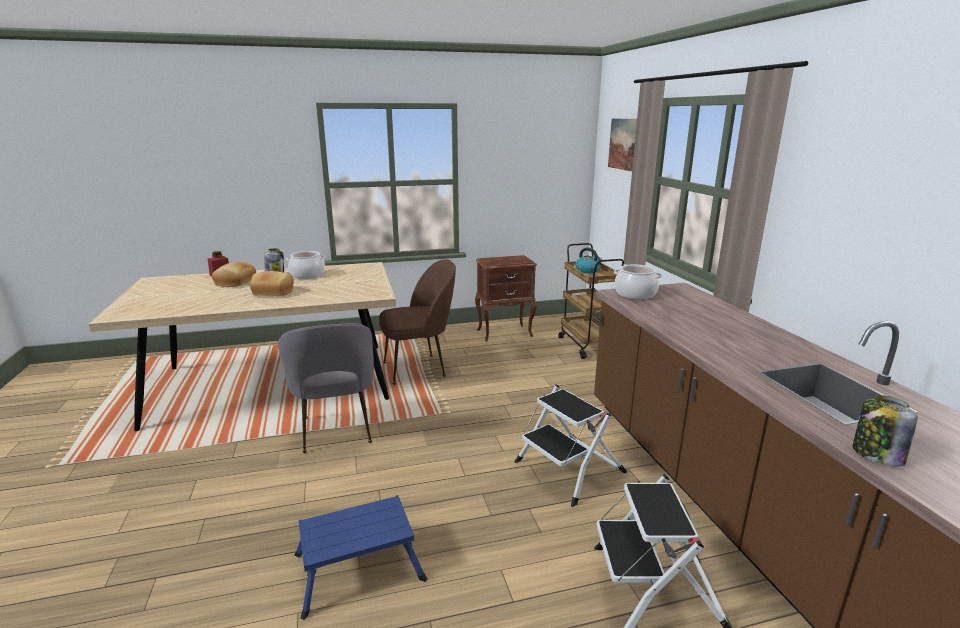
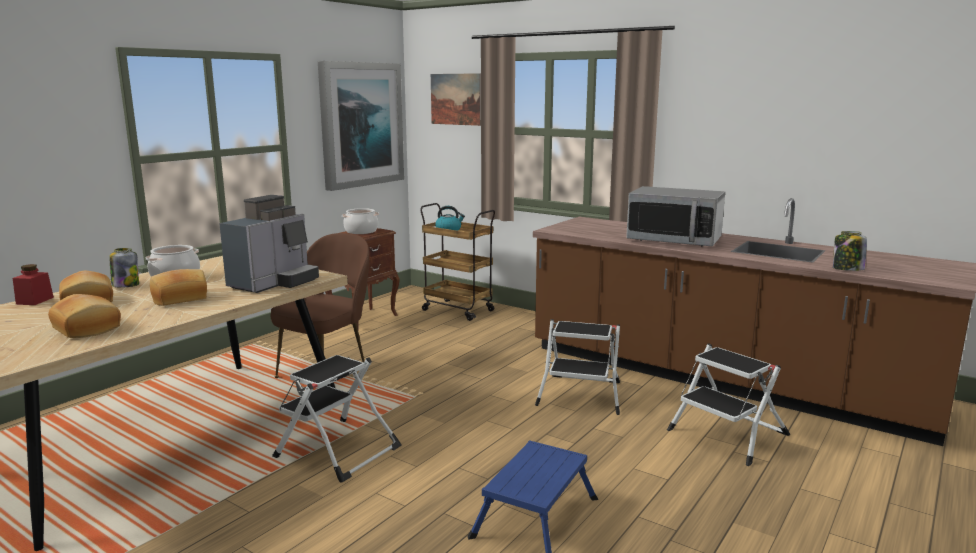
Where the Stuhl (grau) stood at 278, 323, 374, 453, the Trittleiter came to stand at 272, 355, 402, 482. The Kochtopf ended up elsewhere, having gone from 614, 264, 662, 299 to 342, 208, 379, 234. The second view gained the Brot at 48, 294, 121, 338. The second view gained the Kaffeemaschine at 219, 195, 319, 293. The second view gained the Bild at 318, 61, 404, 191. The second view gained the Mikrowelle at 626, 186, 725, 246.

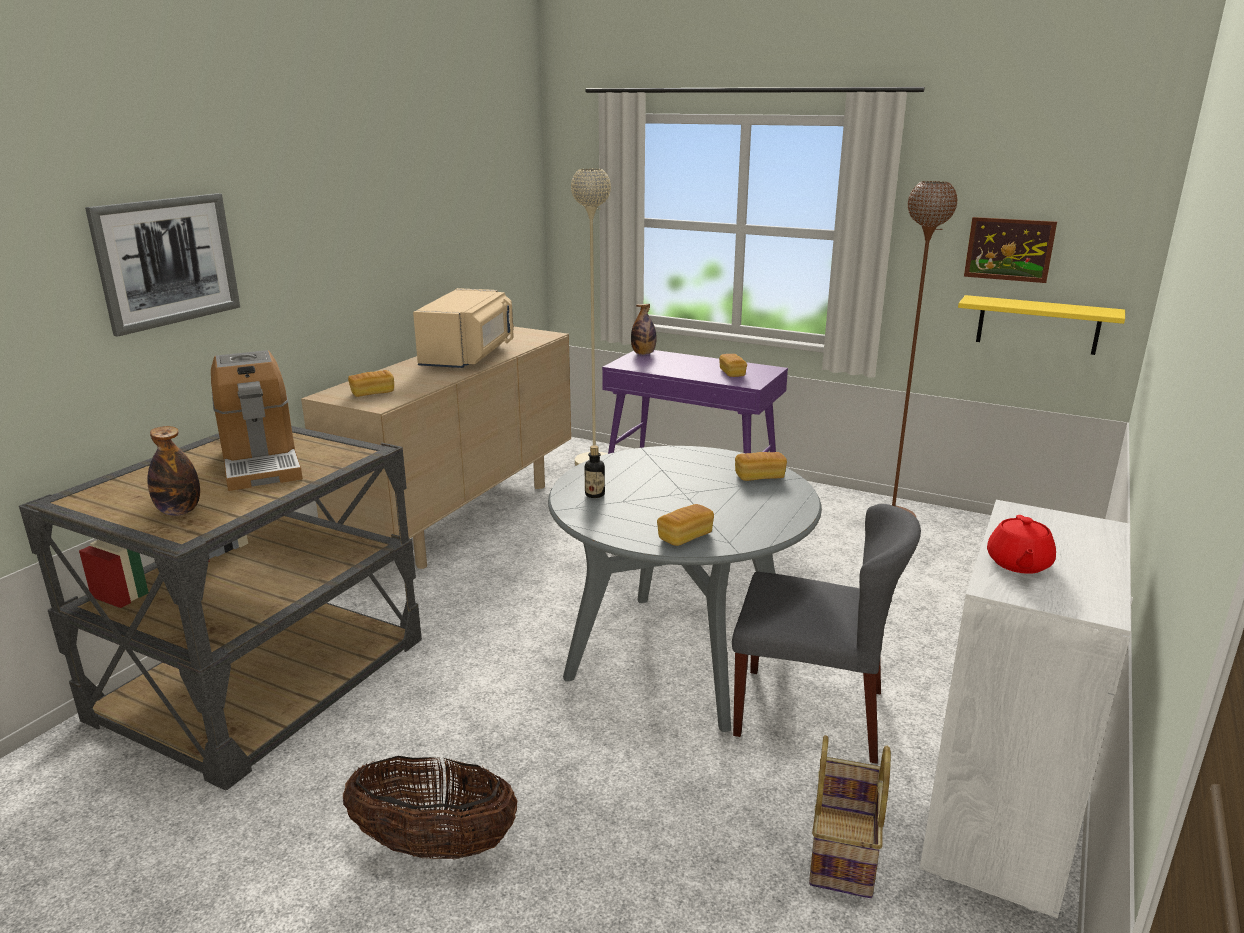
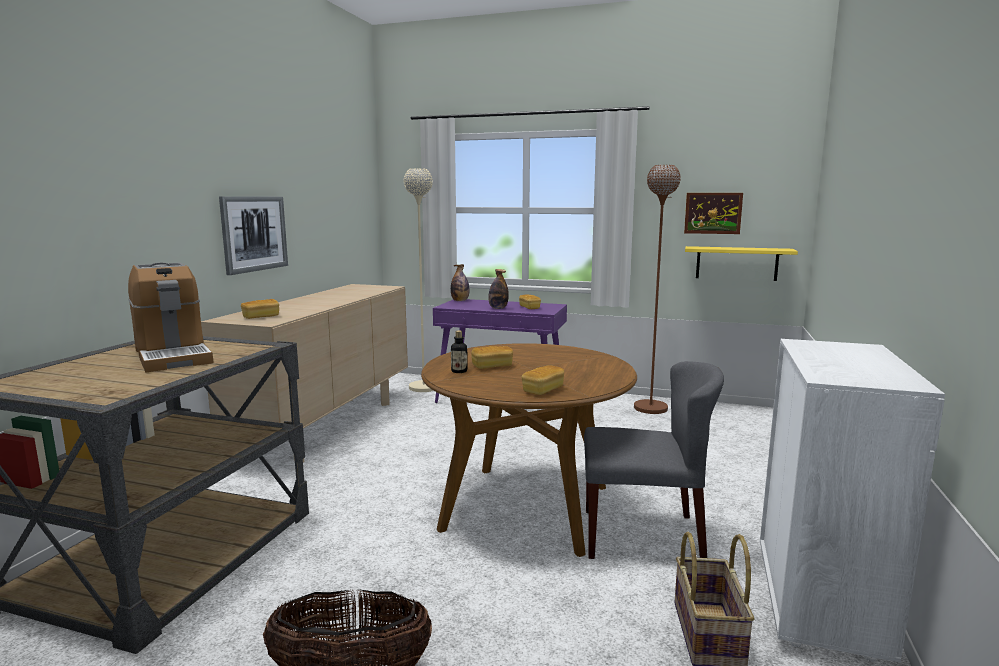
The Bild ended up elsewhere, having gone from 85, 193, 240, 337 to 219, 196, 288, 275. The Flasche ended up elsewhere, having gone from 147, 426, 200, 516 to 488, 269, 509, 309. The second view lost the Mikrowelle (beige) at 413, 288, 514, 368. What was the Esstisch (grau) at 548, 446, 822, 732 turned into the Esstisch (braun) at 421, 343, 637, 557. The Brot ended up elsewhere, having gone from 735, 452, 787, 481 to 471, 346, 513, 369. The second view lost the Teekanne (rot) at 987, 515, 1056, 574.

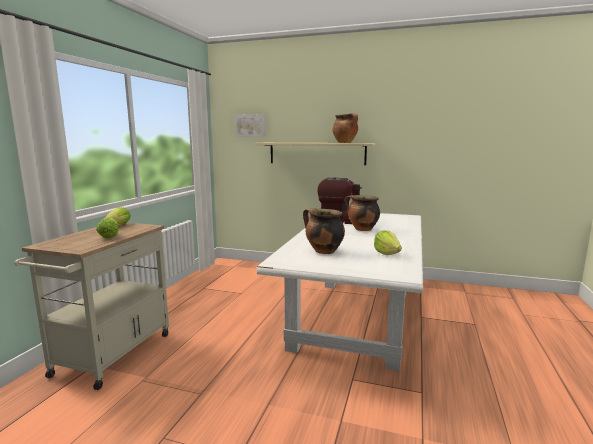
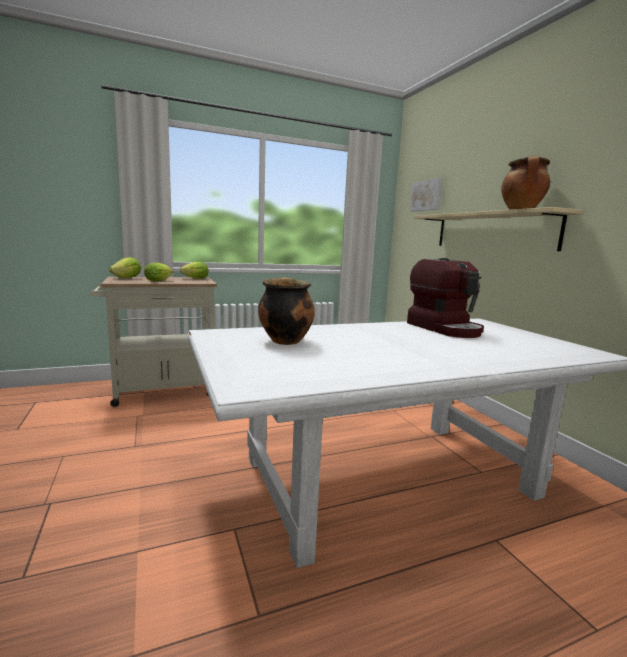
The second view lost the Kochtopf at 345, 195, 380, 231. The Salatkopf ended up elsewhere, having gone from 374, 230, 402, 255 to 109, 257, 141, 278.

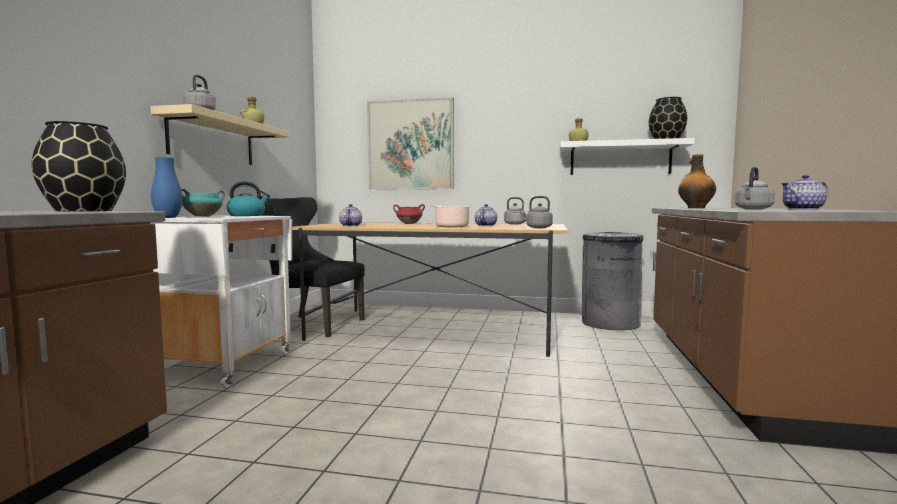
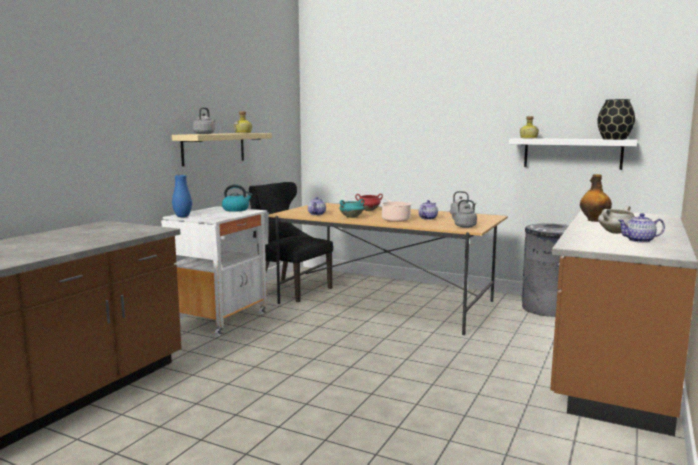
The second view lost the Vase (schwarz) at 32, 121, 126, 211. The Kochtopf (türkis) ended up elsewhere, having gone from 181, 189, 225, 217 to 340, 199, 364, 218. The second view lost the Bild at 367, 97, 454, 190. Where the Wasserkessel (grau) stood at 735, 167, 775, 209, the Kochtopf (weiß) came to stand at 598, 206, 635, 234.

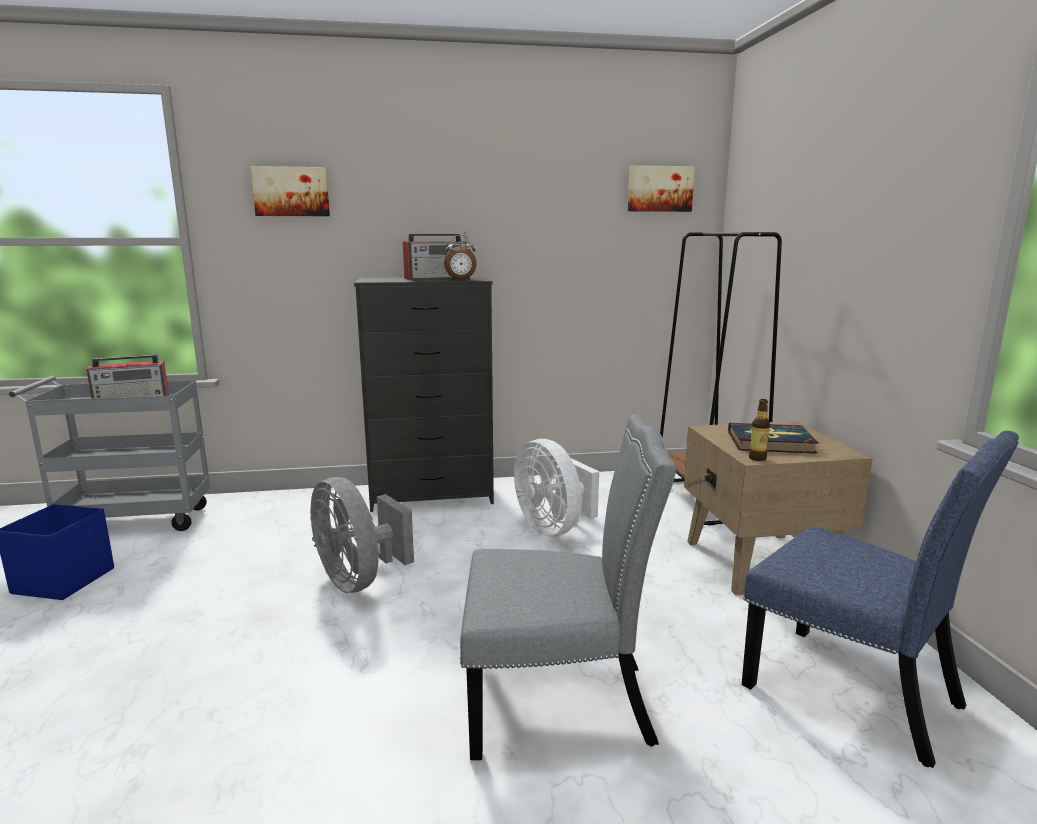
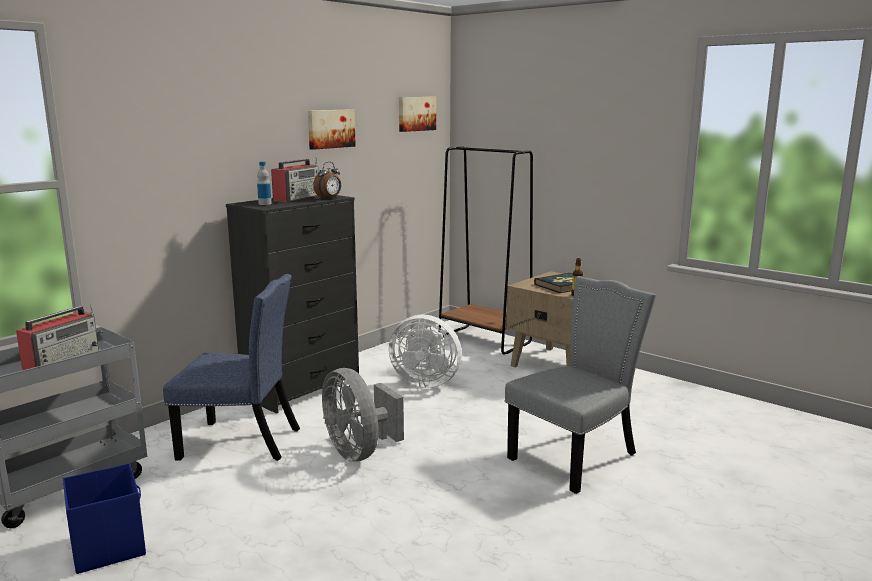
The Bild ended up elsewhere, having gone from 250, 166, 330, 216 to 308, 110, 356, 150. The Ventilator (grau) at 310, 477, 414, 593 ended up facing another way, 45 degrees clockwise from before. The Stuhl (blau) ended up elsewhere, having gone from 742, 431, 1019, 768 to 163, 274, 300, 461. The second view gained the Flasche at 257, 161, 271, 205.

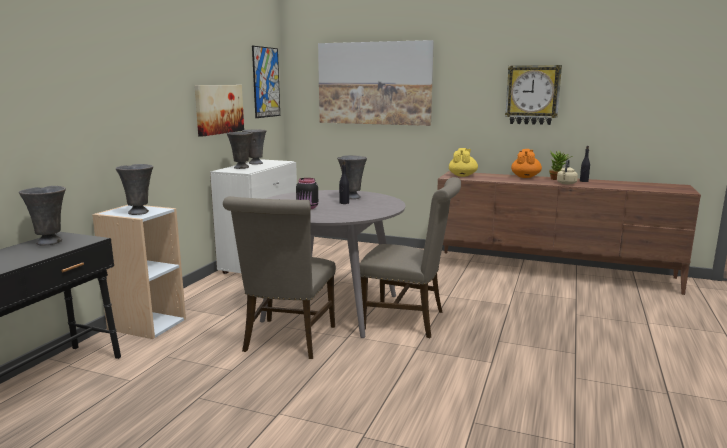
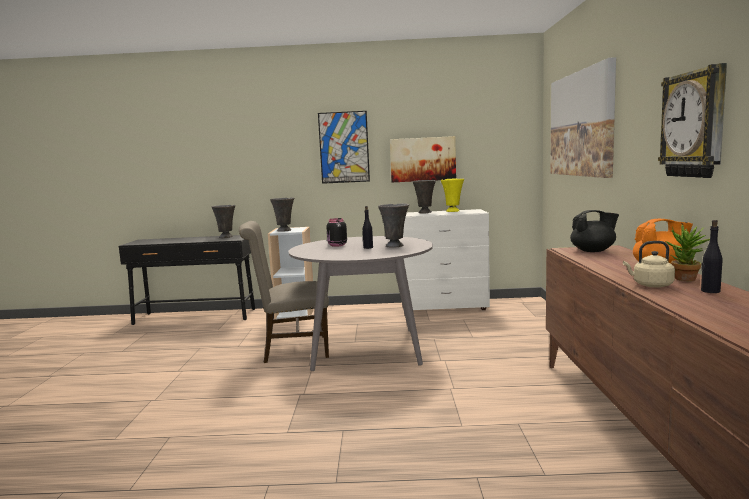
What was the Vase (grau) at 242, 130, 266, 165 turned into the Vase (gelb) at 441, 179, 464, 212. The Bild ended up elsewhere, having gone from 252, 46, 280, 118 to 318, 111, 370, 184. The second view lost the Stuhl (beige) at 360, 177, 461, 338. What was the Teekanne (gelb) at 449, 148, 478, 177 turned into the Teekanne (schwarz) at 570, 210, 619, 252.

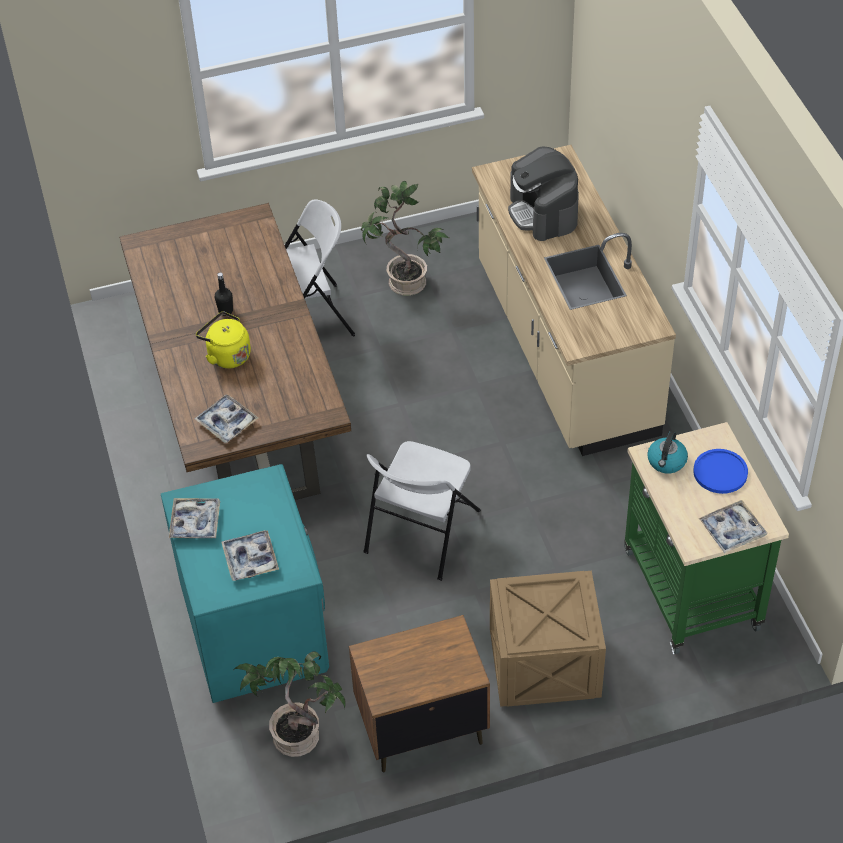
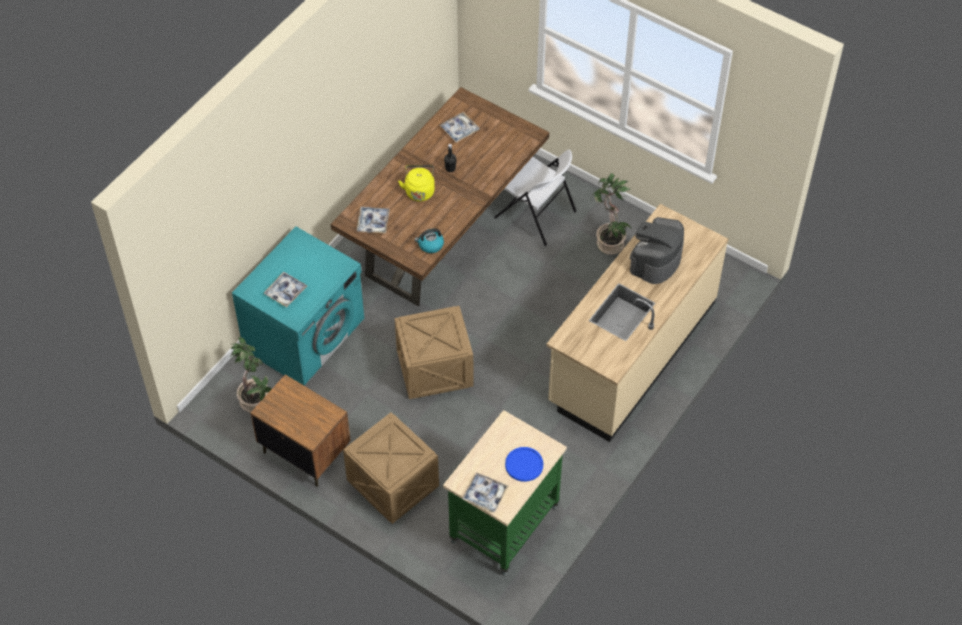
The Tablett ended up elsewhere, having gone from 169, 498, 220, 538 to 439, 112, 480, 143. Where the Stuhl (weiß) stood at 363, 441, 481, 581, the Kiste came to stand at 395, 306, 474, 399. The Wasserkessel ended up elsewhere, having gone from 647, 431, 688, 474 to 415, 229, 444, 253.

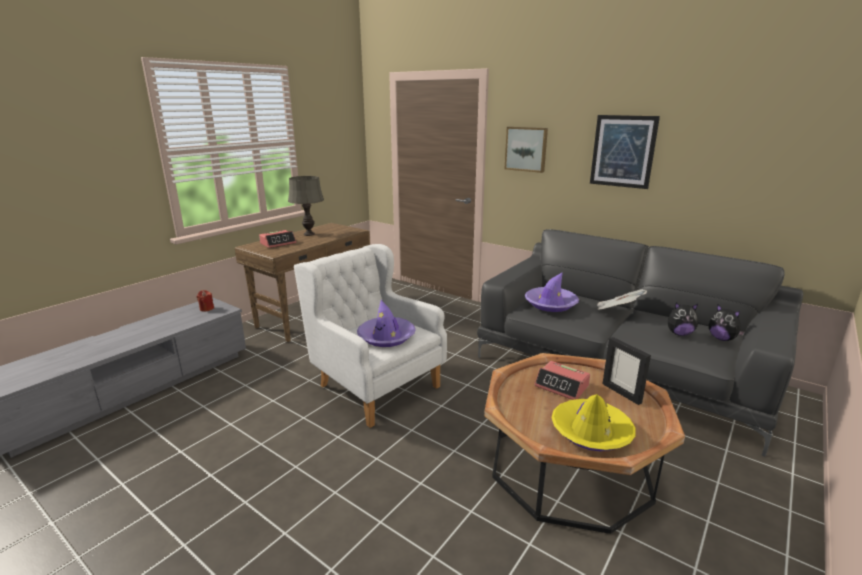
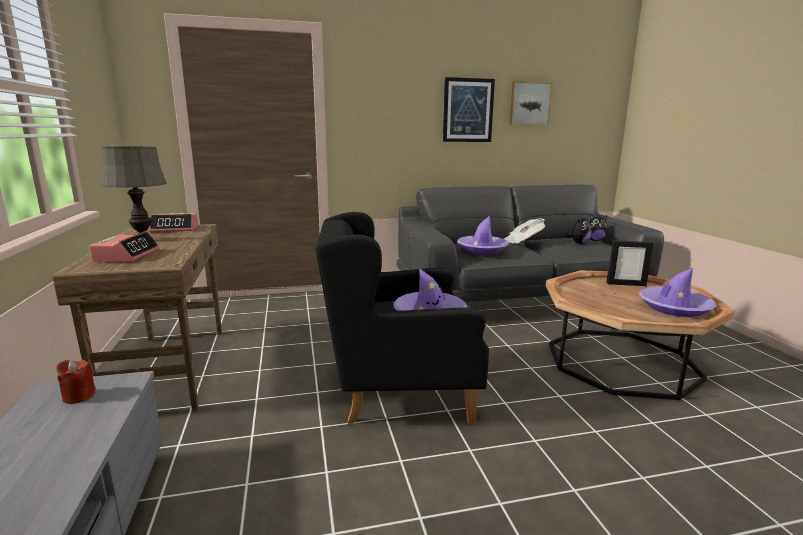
What was the Sessel (weiß) at 294, 244, 447, 428 turned into the Sessel (schwarz) at 316, 212, 489, 424. The Bild ended up elsewhere, having gone from 505, 127, 548, 173 to 510, 81, 553, 125. The Wecker ended up elsewhere, having gone from 534, 361, 590, 400 to 149, 213, 198, 232. What was the Hut (gelb) at 551, 394, 636, 451 turned into the Hut (lila) at 639, 268, 716, 317.

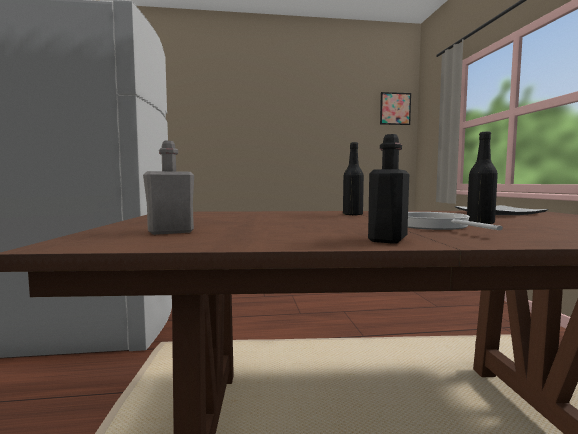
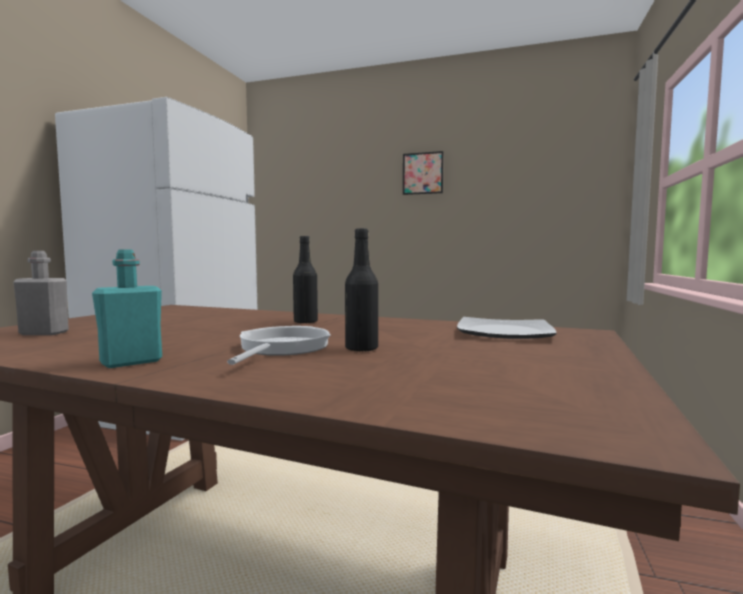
What was the Flasche (schwarz) at 368, 134, 409, 244 turned into the Flasche (türkis) at 92, 250, 162, 368. The Bild ended up elsewhere, having gone from 380, 92, 411, 125 to 403, 151, 443, 195.

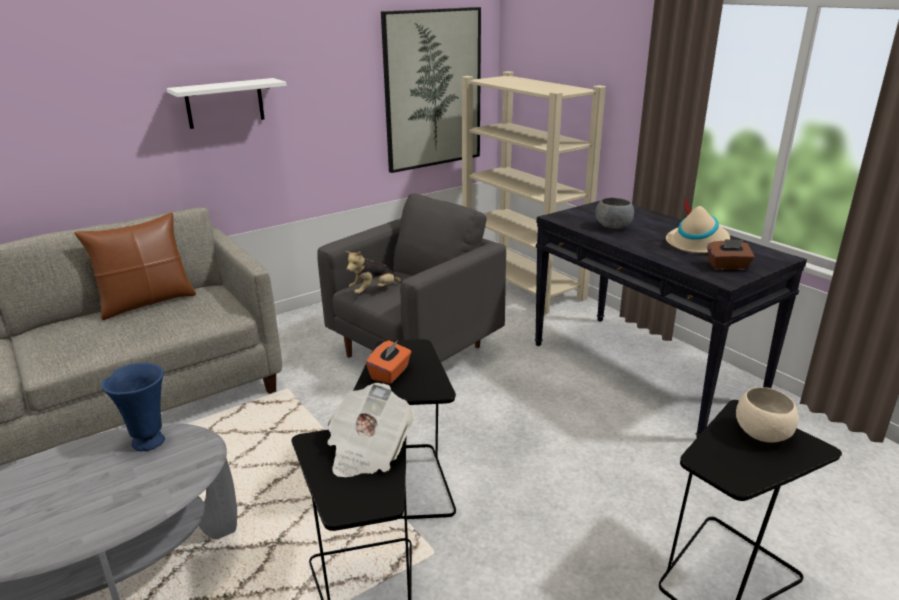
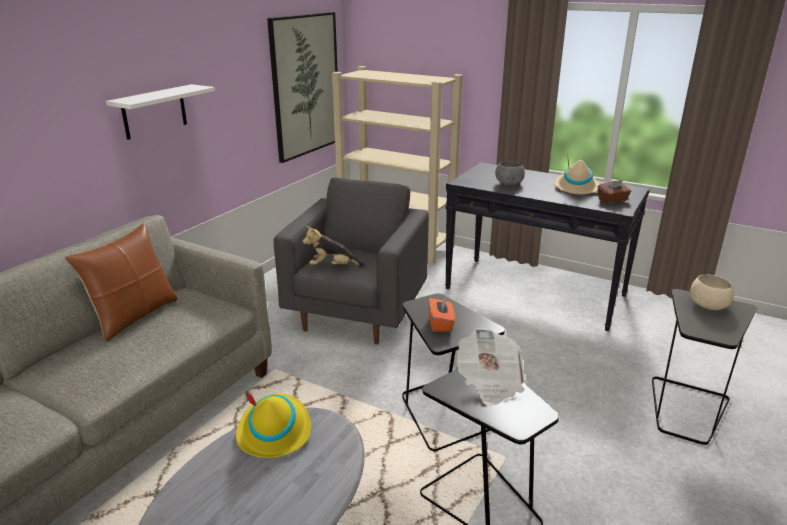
Where the Vase (blau) stood at 102, 363, 165, 451, the Hut (gelb) came to stand at 236, 393, 311, 458. The Plüschtier at 345, 251, 403, 294 ended up facing another way, 60 degrees clockwise from before.

